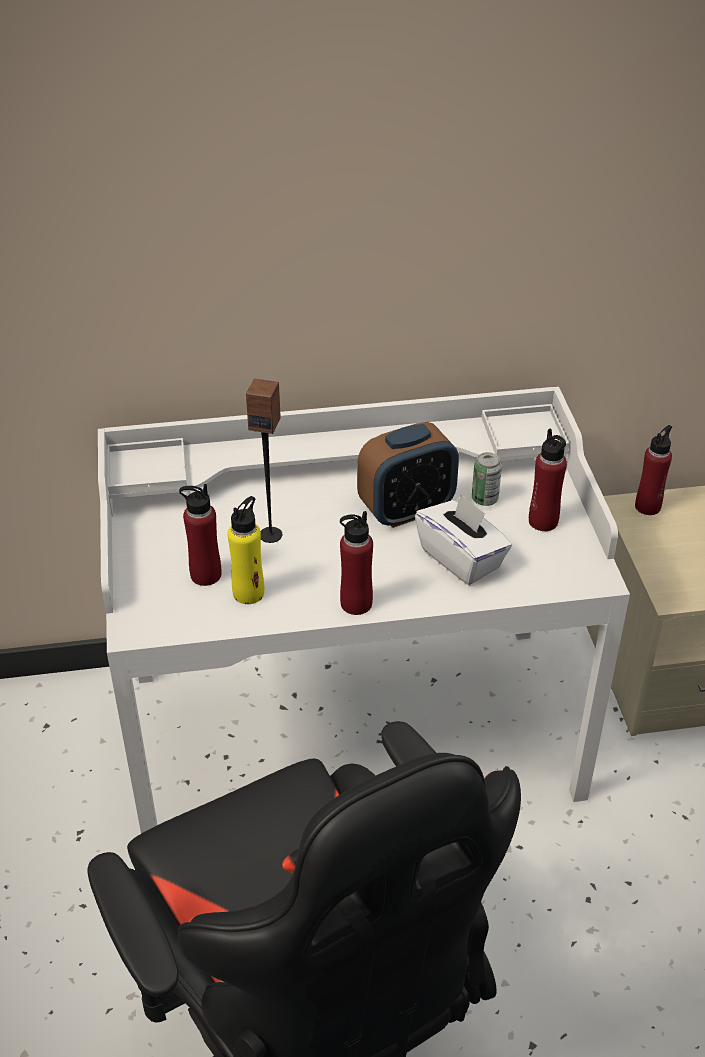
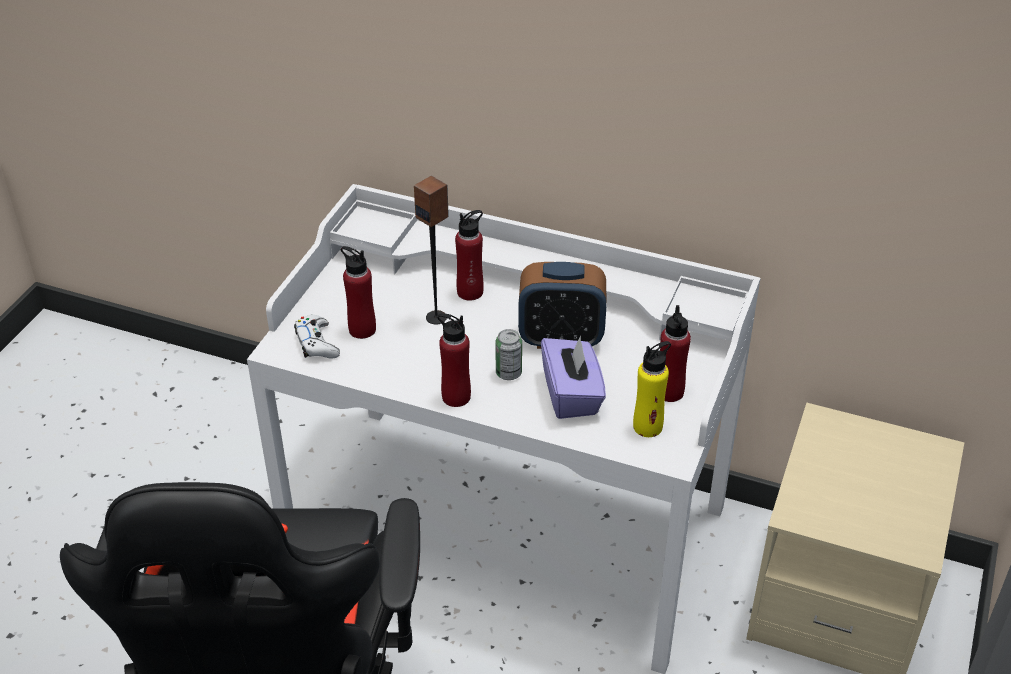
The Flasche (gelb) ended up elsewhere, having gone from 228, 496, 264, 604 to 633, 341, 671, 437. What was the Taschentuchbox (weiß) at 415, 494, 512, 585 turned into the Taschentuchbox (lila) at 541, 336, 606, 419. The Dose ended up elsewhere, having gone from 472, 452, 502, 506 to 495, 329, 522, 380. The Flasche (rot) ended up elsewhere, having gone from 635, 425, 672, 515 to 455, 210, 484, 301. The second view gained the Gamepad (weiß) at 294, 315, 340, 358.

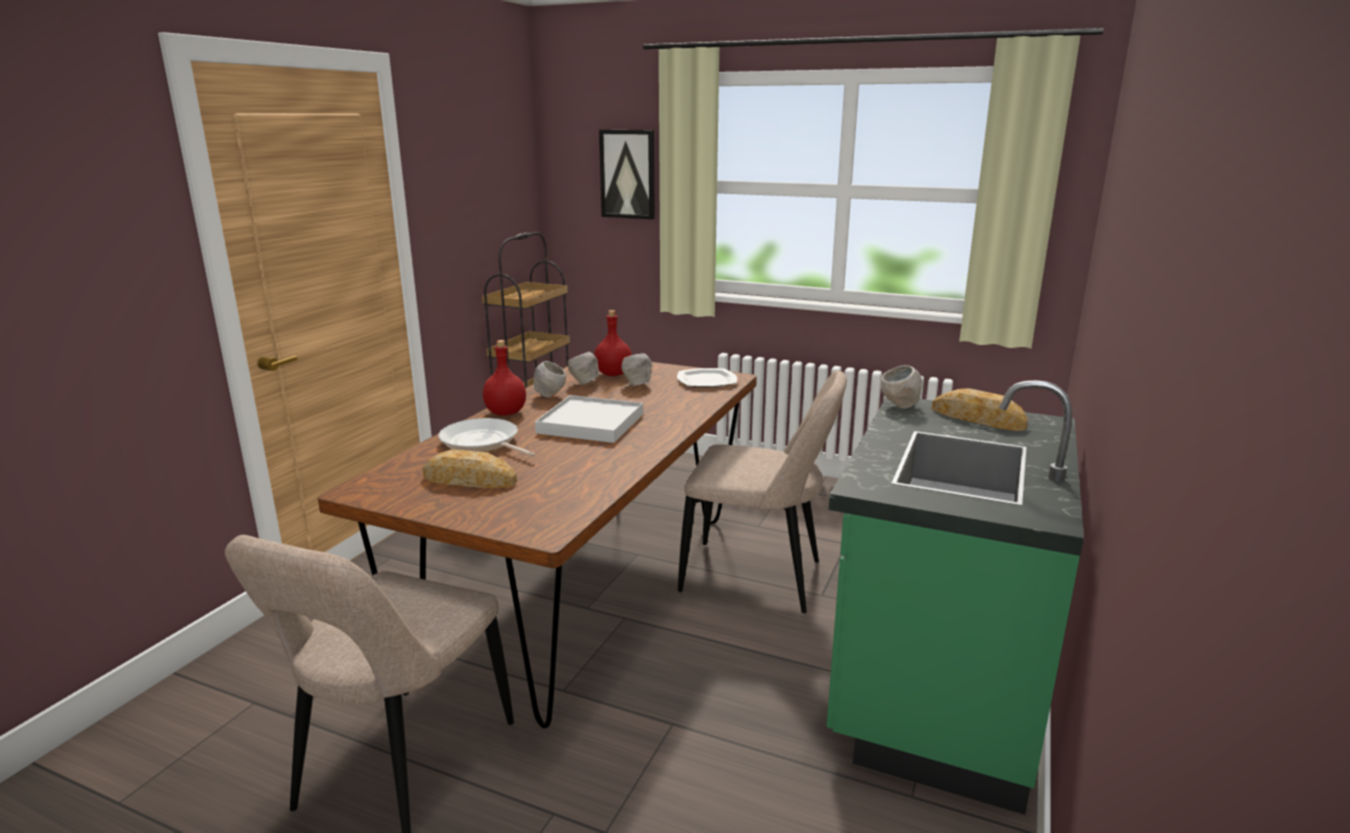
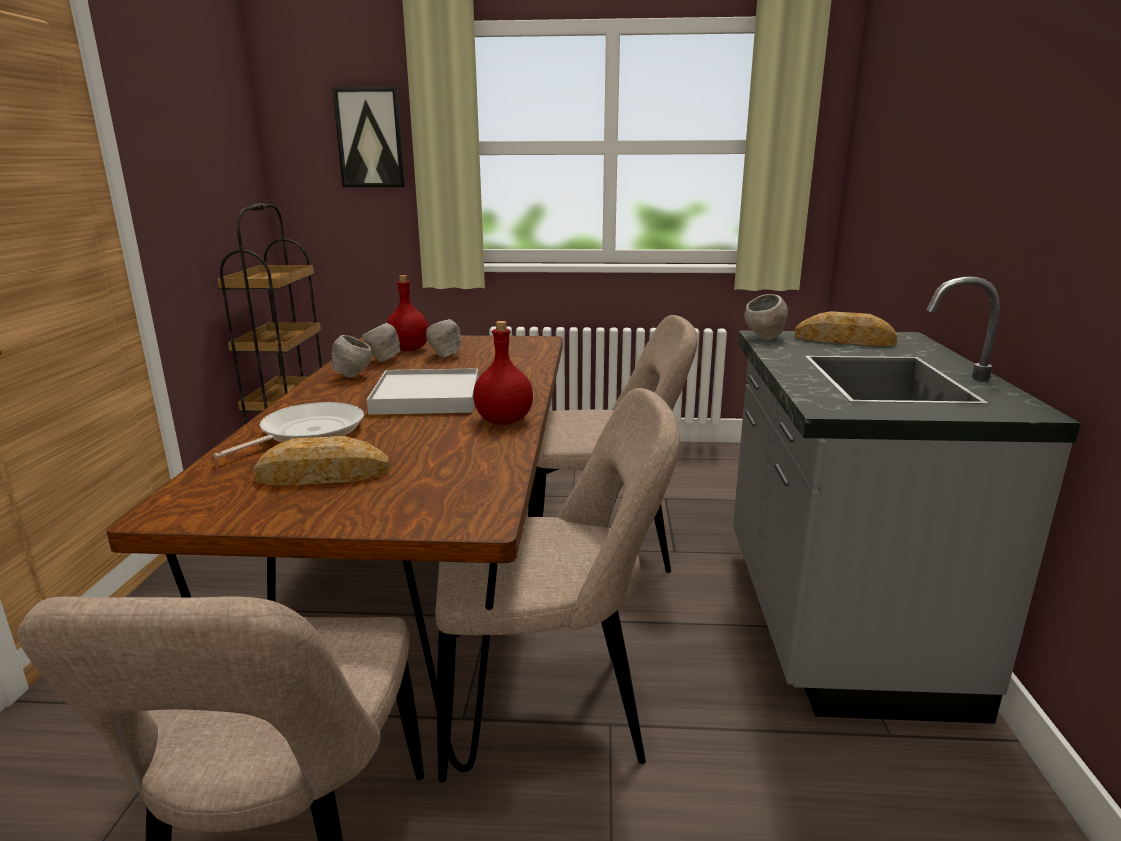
The Pfanne at 438, 418, 535, 457 ended up facing another way, 105 degrees clockwise from before. The Flasche (rot) ended up elsewhere, having gone from 483, 340, 526, 416 to 473, 321, 533, 425. The second view lost the Teller at 677, 368, 737, 387. What was the Küchenzeile (grün) at 826, 380, 1084, 815 turned into the Küchenzeile (grau) at 733, 277, 1081, 724. The second view gained the Stuhl (beige) at 435, 388, 680, 782.

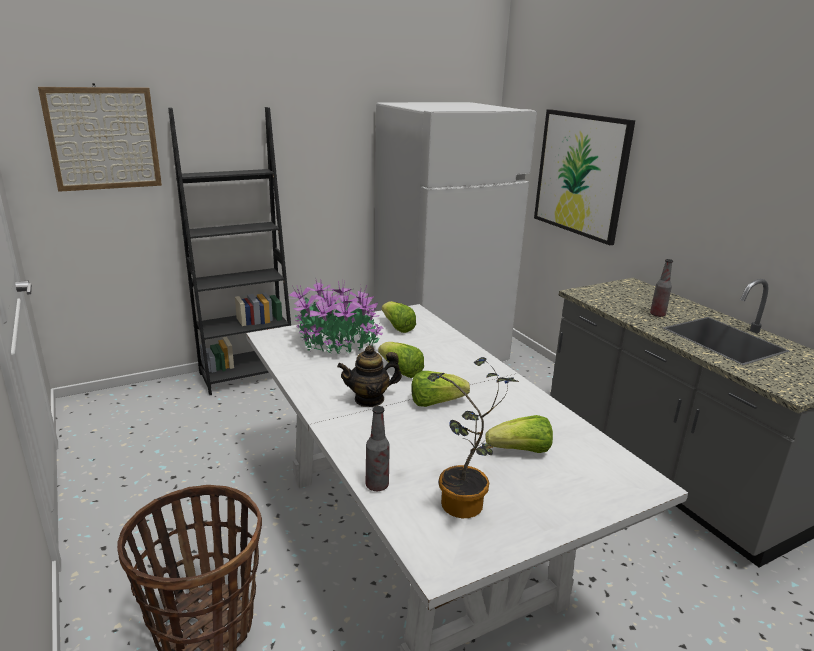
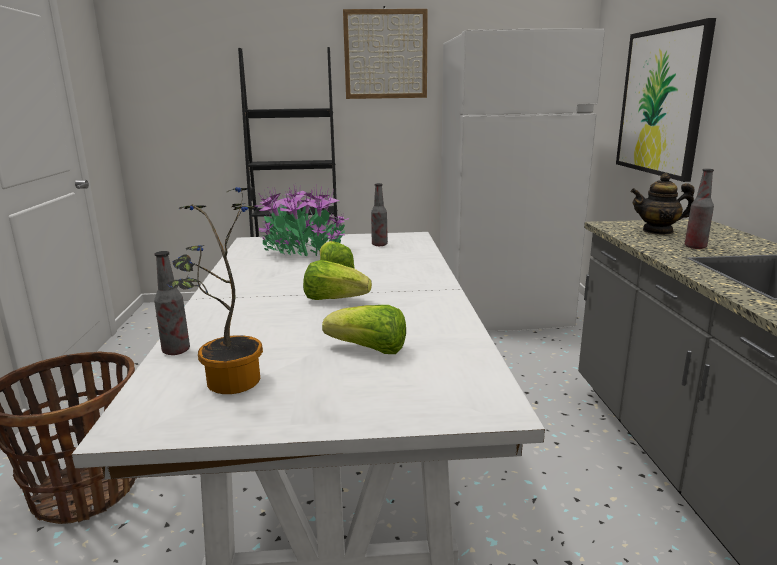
The Bild ended up elsewhere, having gone from 38, 83, 162, 192 to 343, 6, 428, 99. The Teekanne ended up elsewhere, having gone from 337, 345, 402, 407 to 630, 173, 695, 235. Where the Salatkopf stood at 382, 301, 416, 333, the Flasche came to stand at 371, 183, 388, 246.

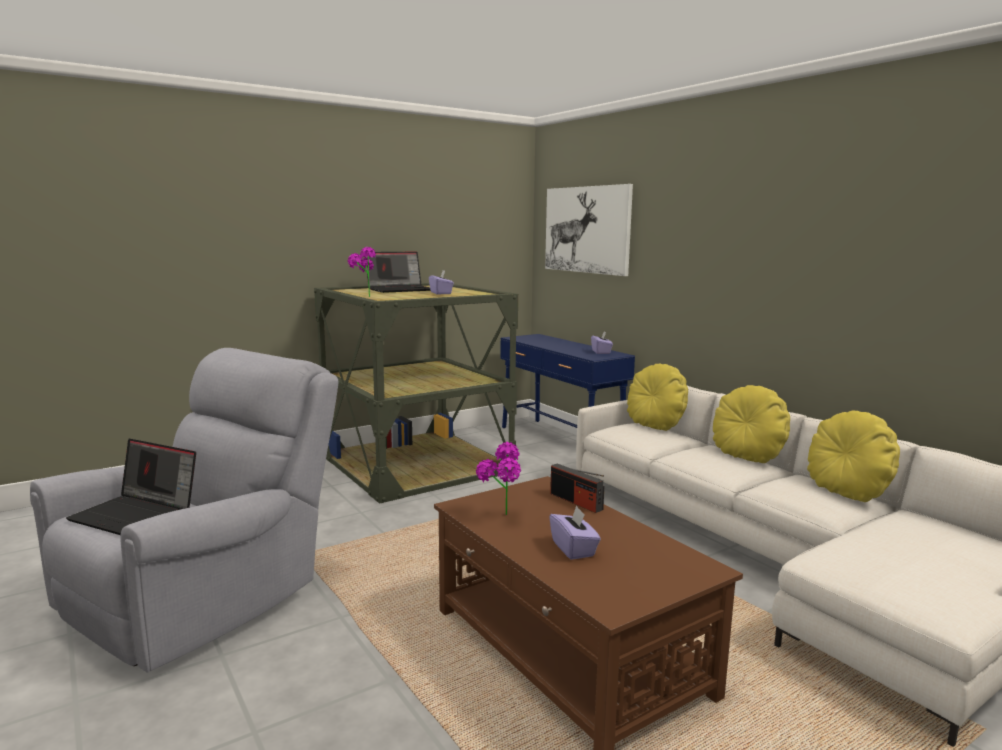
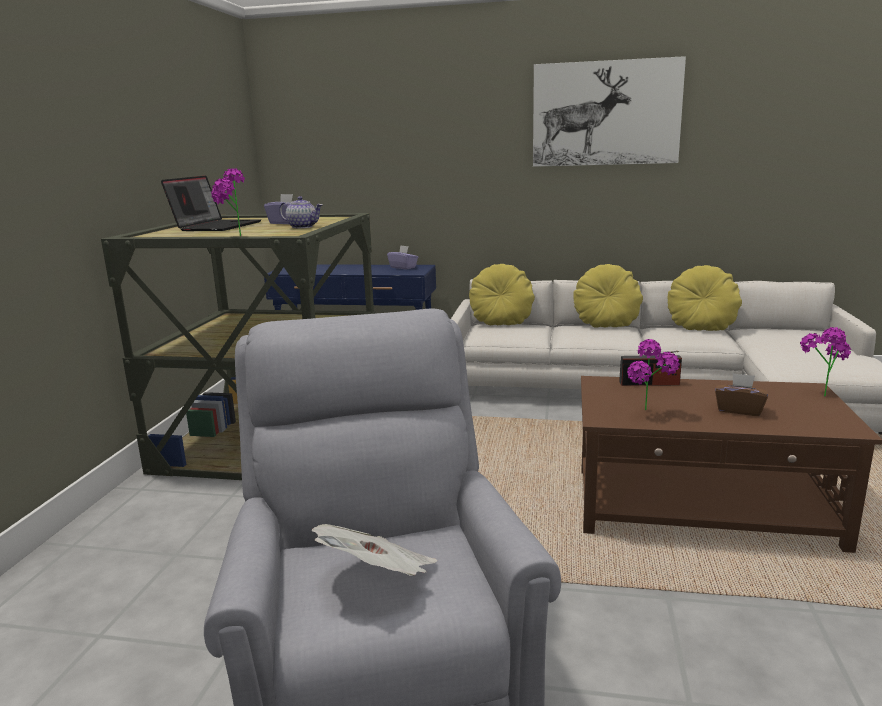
Where the Laptop stood at 66, 439, 196, 535, the Zeitung came to stand at 312, 524, 437, 576. The Bild ended up elsewhere, having gone from 545, 184, 633, 276 to 533, 56, 686, 167. What was the Taschentuchbox (lila) at 549, 505, 601, 560 turned into the Taschentuchbox (braun) at 715, 373, 768, 416. The second view gained the Teekanne at 279, 196, 322, 228. The second view gained the Topfpflanze at 800, 327, 851, 397.

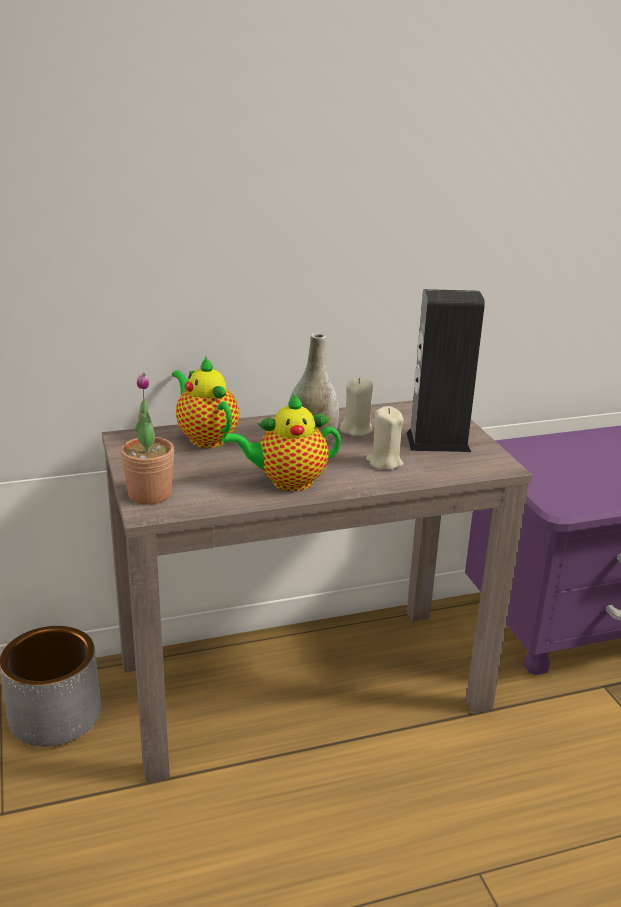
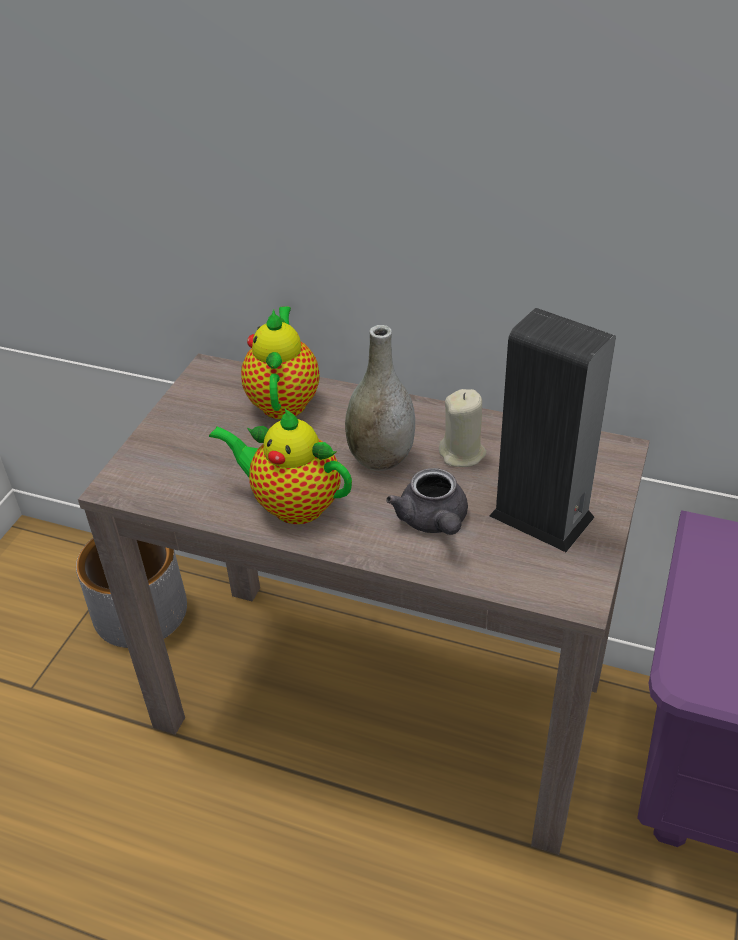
The second view lost the Topfpflanze at 121, 373, 174, 505. Where the Kerze (beige) stood at 366, 406, 404, 470, the Teekanne (grau) came to stand at 386, 468, 468, 535.

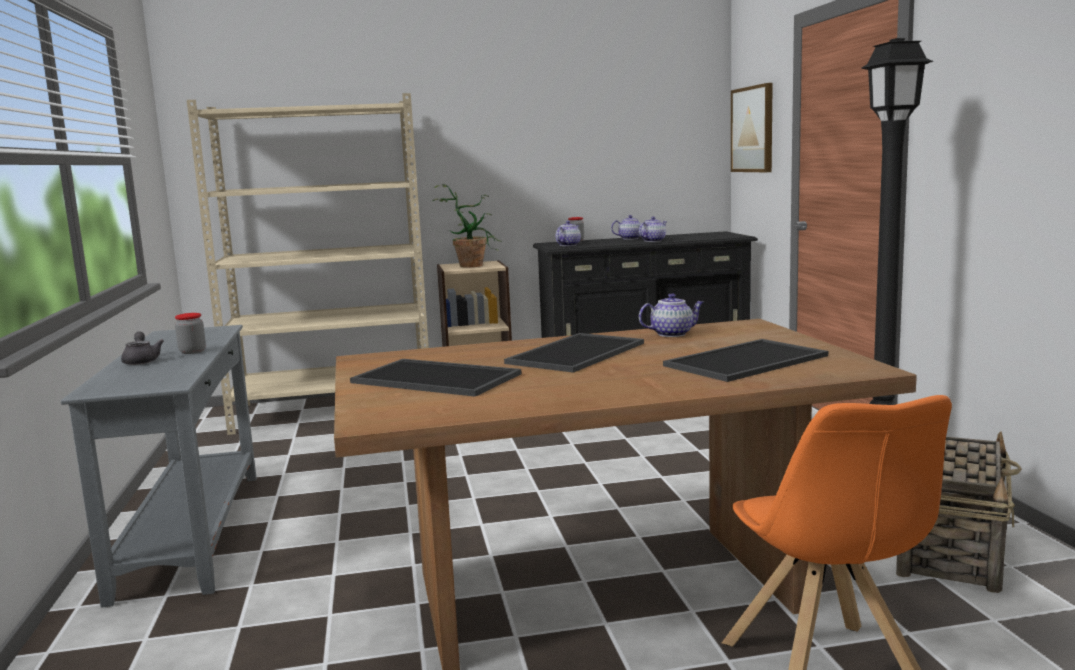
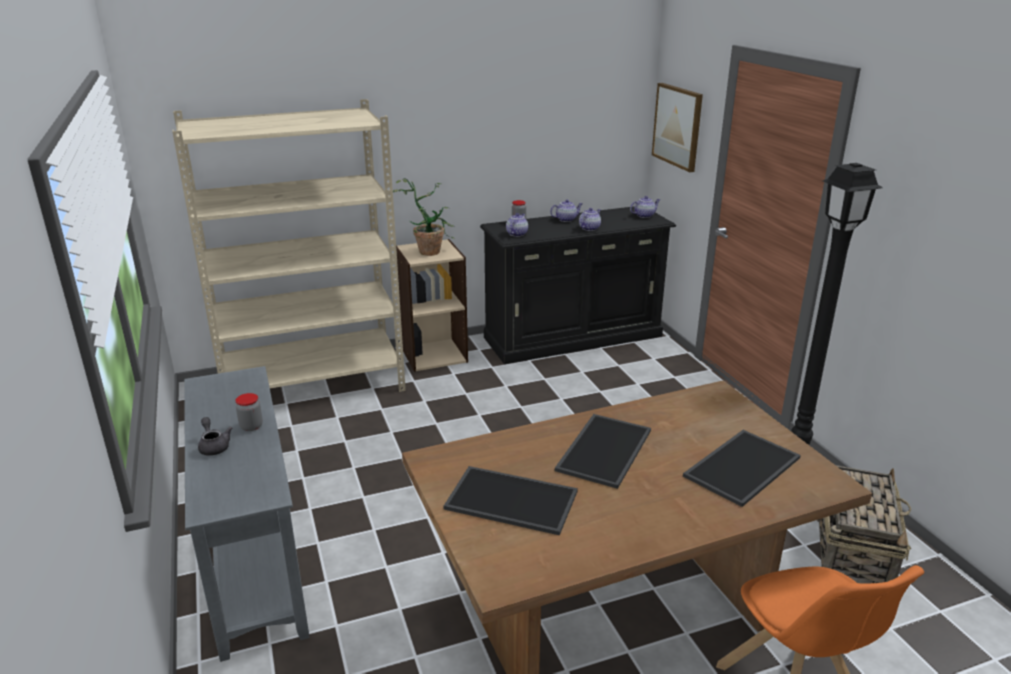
The Teekanne ended up elsewhere, having gone from 639, 293, 704, 337 to 630, 196, 660, 218.

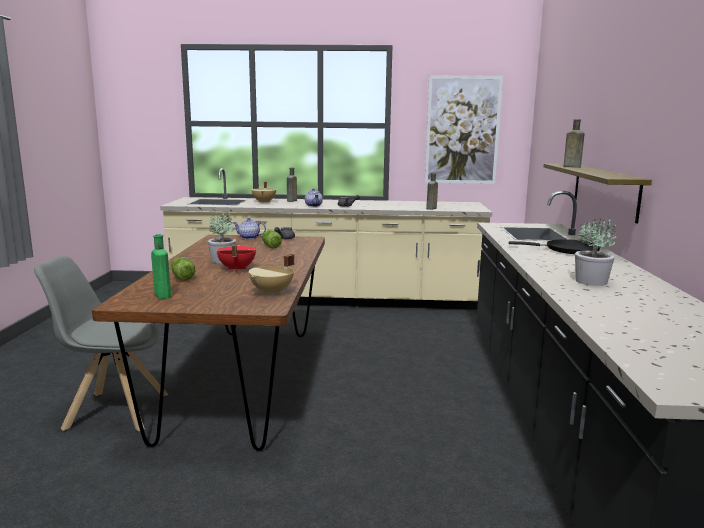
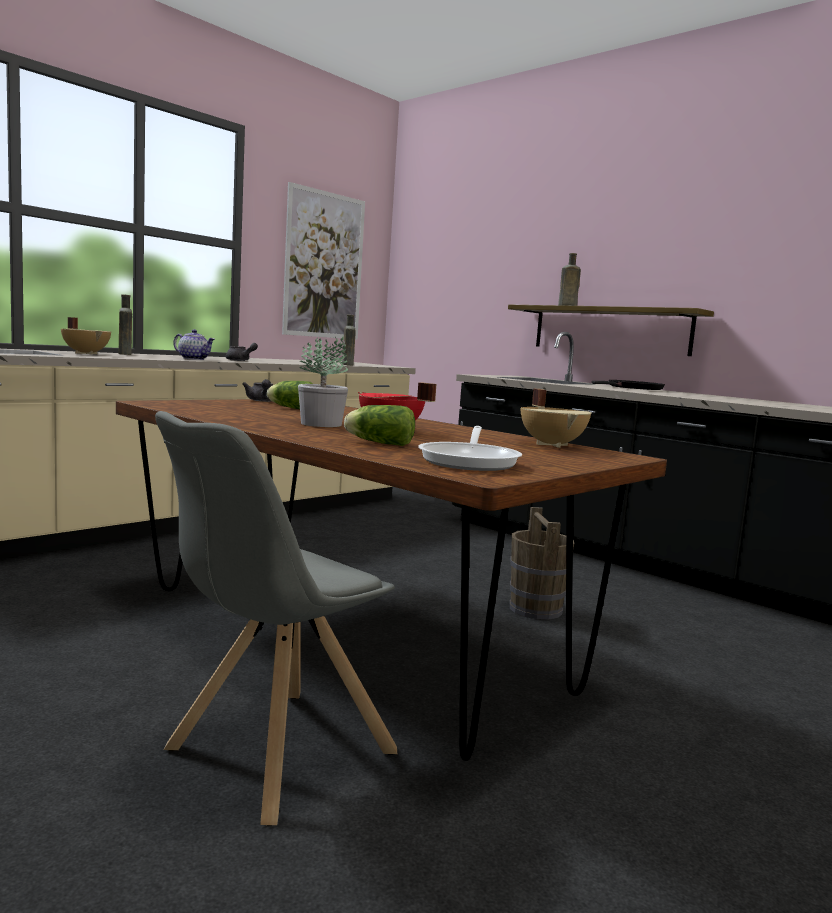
Where the Flasche (grün) stood at 151, 234, 171, 299, the Pfanne came to stand at 418, 426, 522, 471. The second view lost the Teekanne at 232, 218, 266, 239. The second view lost the Topfpflanze at 575, 218, 616, 286. The second view gained the Eimer (braun) at 510, 507, 574, 620.

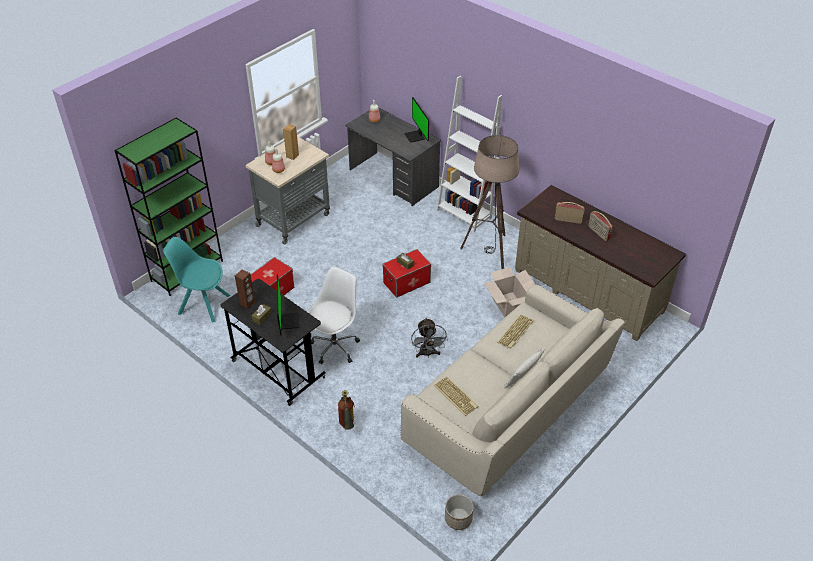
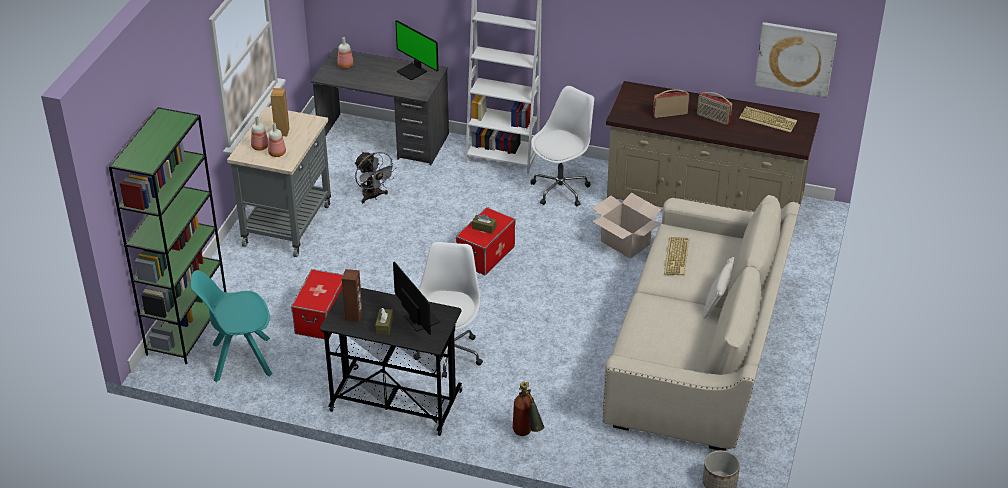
The Ventilator (grau) ended up elsewhere, having gone from 411, 318, 448, 358 to 355, 152, 397, 203. The Tastatur ended up elsewhere, having gone from 434, 377, 478, 416 to 739, 106, 797, 132. Where the Stehlampe stood at 461, 135, 519, 269, the Bürostuhl (weiß) came to stand at 530, 86, 594, 206. The second view gained the Bild at 755, 22, 837, 98.

